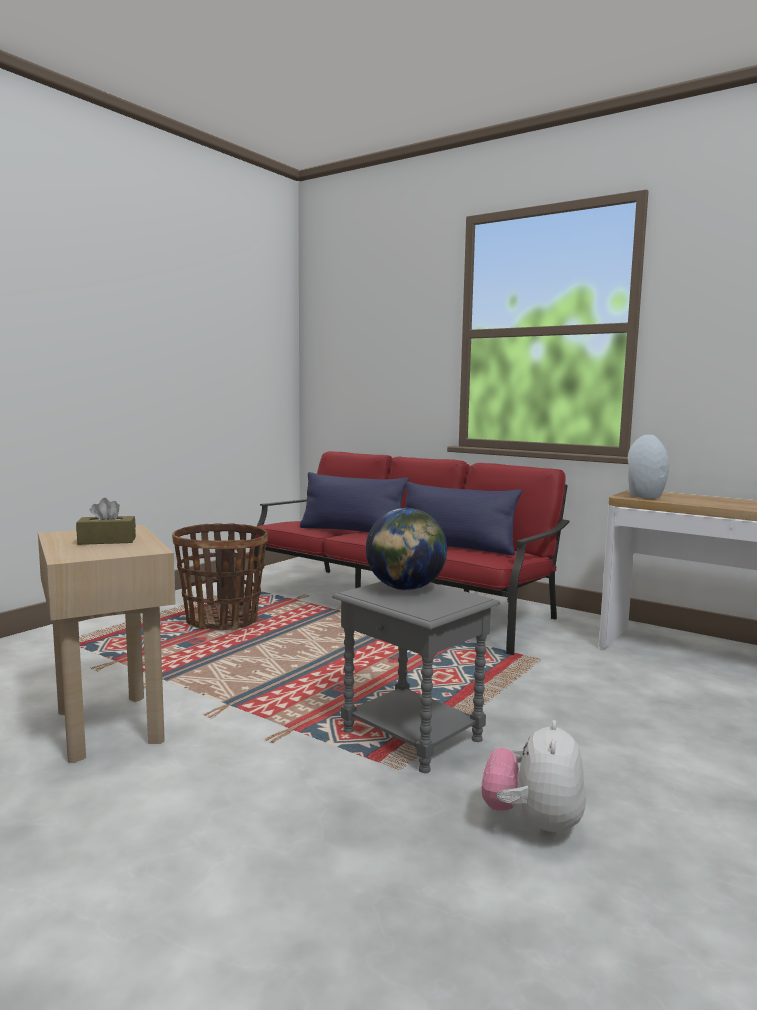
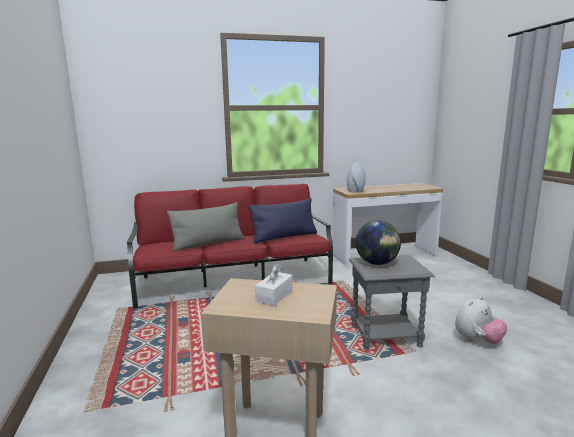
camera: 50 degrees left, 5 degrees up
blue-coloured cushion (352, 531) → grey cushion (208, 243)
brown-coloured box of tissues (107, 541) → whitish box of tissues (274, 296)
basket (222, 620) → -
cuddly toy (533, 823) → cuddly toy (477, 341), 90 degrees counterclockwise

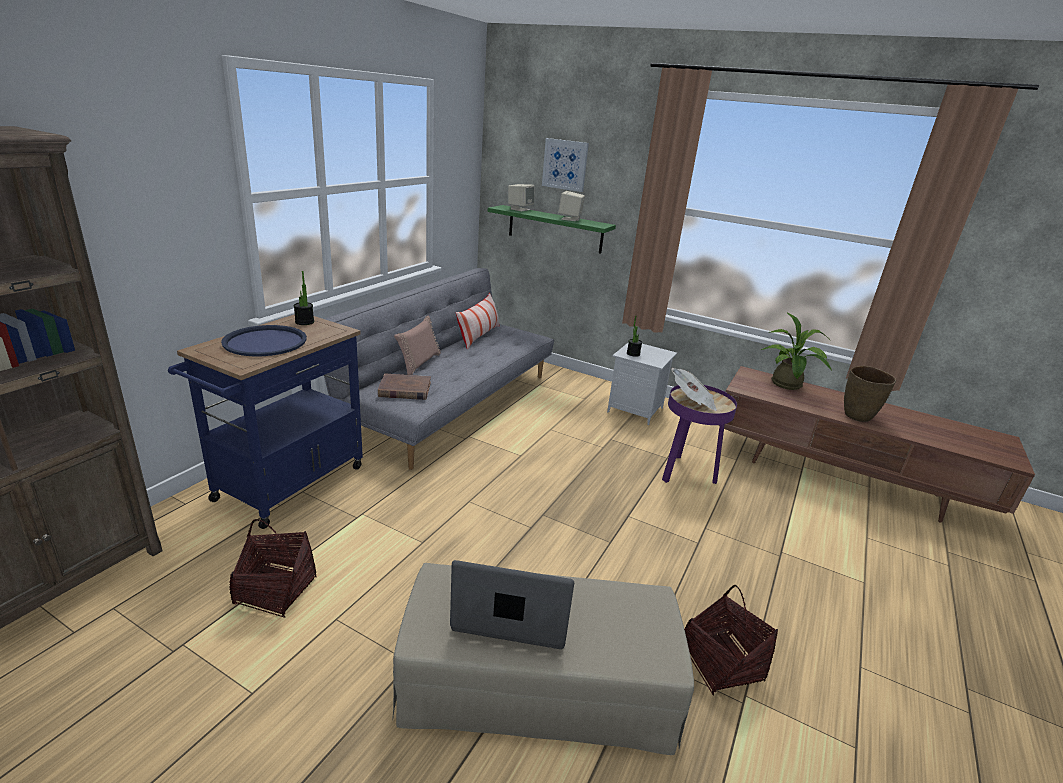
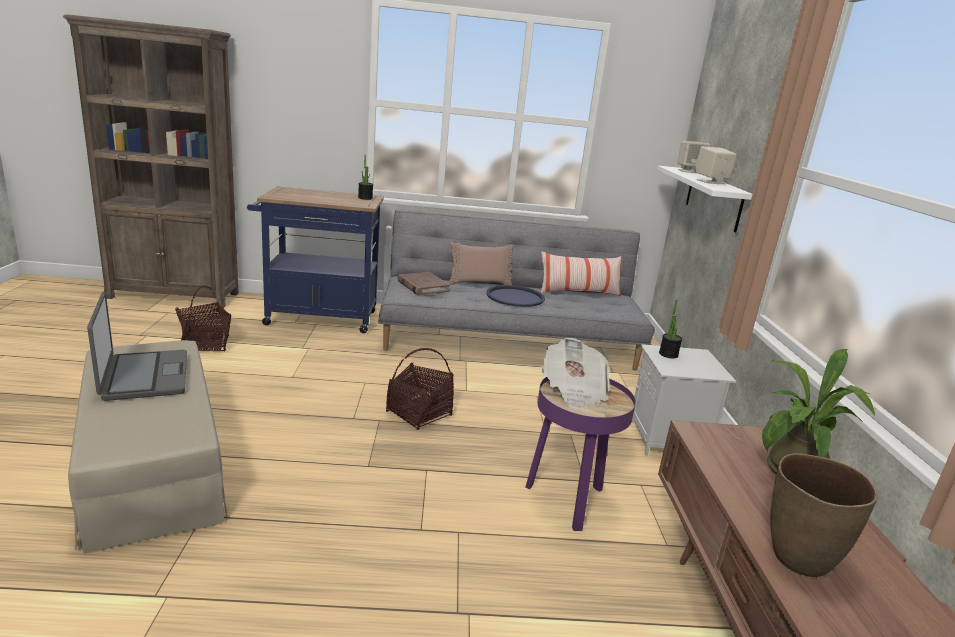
camera: 60 degrees right, 5 degrees down
wall picture (565, 164) → -
green-coloured bracket shelf (555, 229) → whitish bracket shelf (713, 198)
blue-coloured carrying tray (265, 342) → blue-coloured carrying tray (515, 297), move
basket (721, 663) → basket (419, 414), move

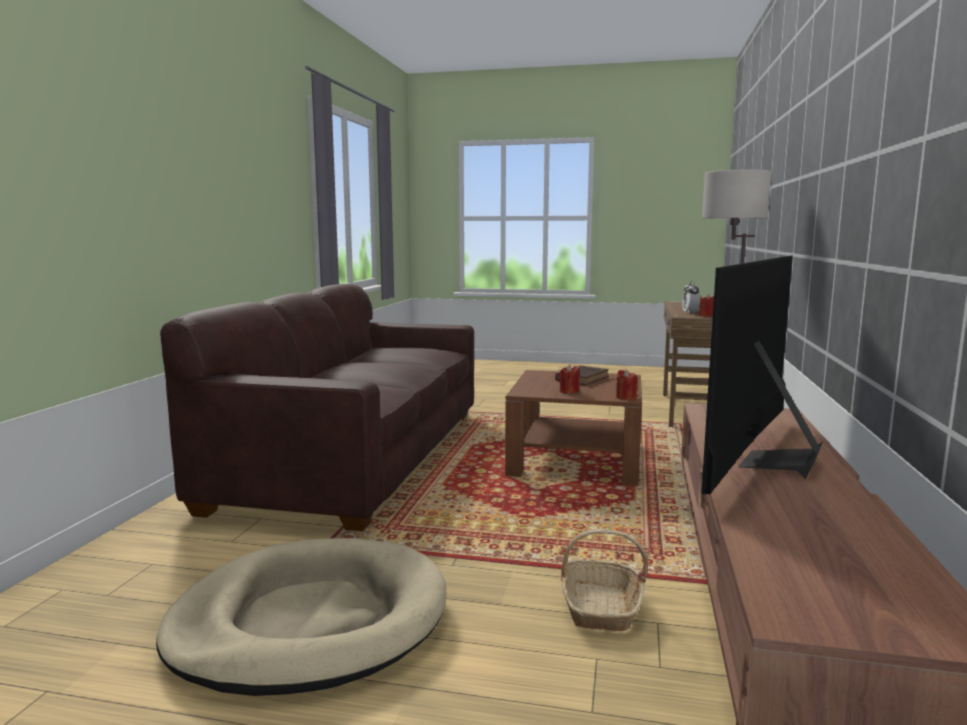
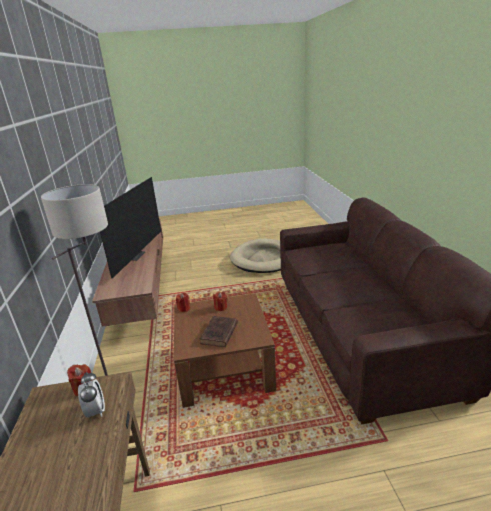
camera: 160 degrees right, 15 degrees up
basket (600, 607) → -

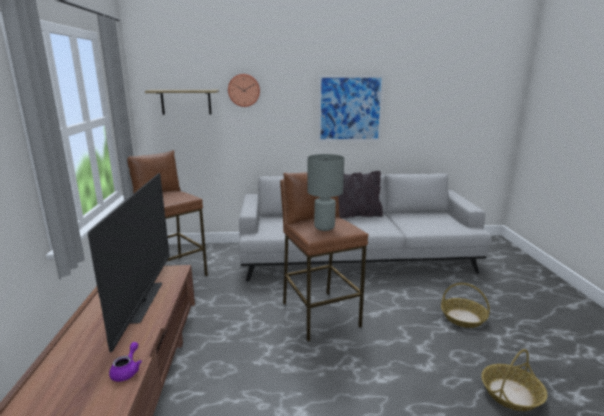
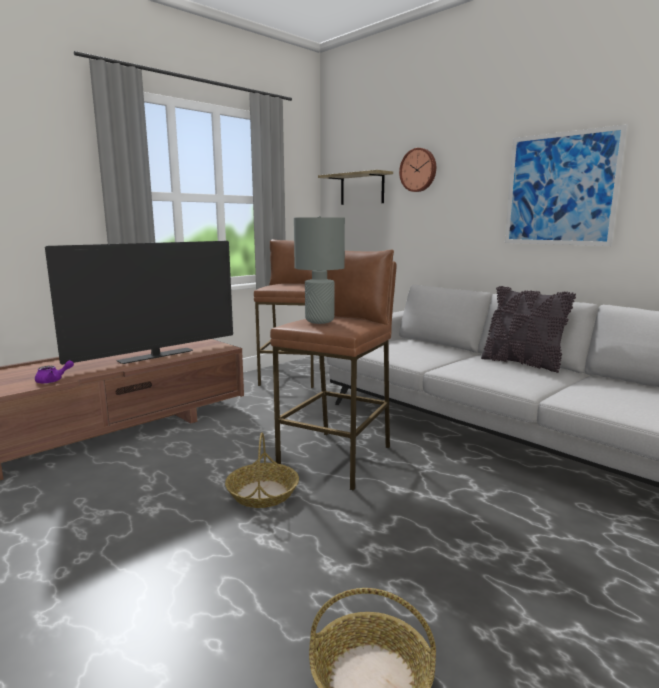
camera: 50 degrees right, 5 degrees down
basket (463, 318) → basket (263, 493), move

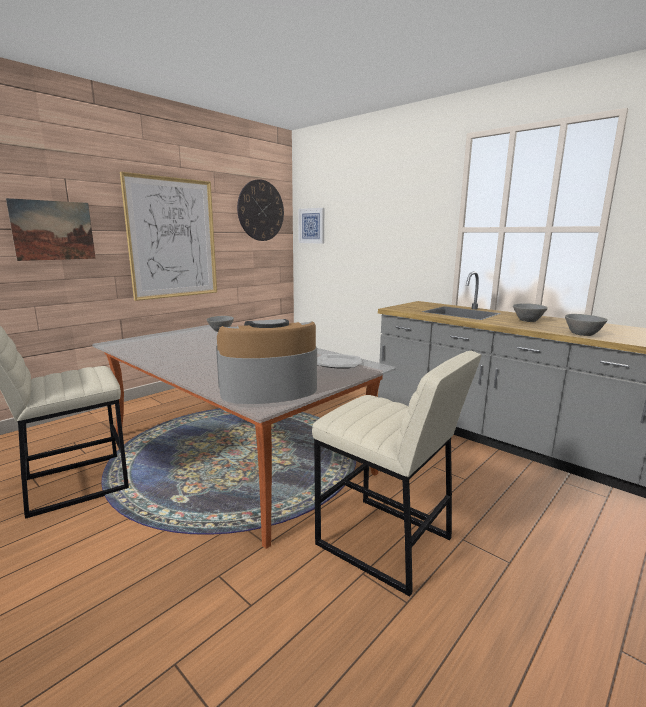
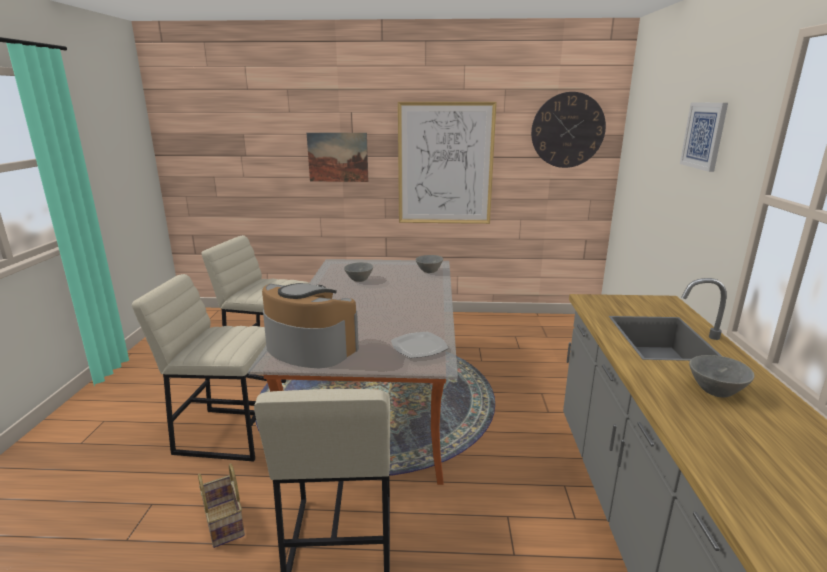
camera: 50 degrees right, 5 degrees up
wall picture (312, 226) → wall picture (704, 135), move
grey serving bowl (582, 334) → grey serving bowl (358, 279), move
- → beige-coloured plain chair (227, 433)
- → basket (225, 523)

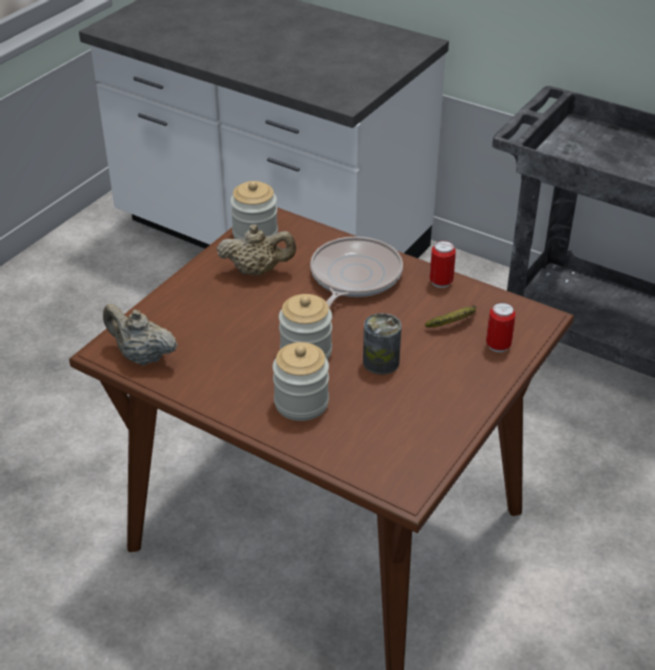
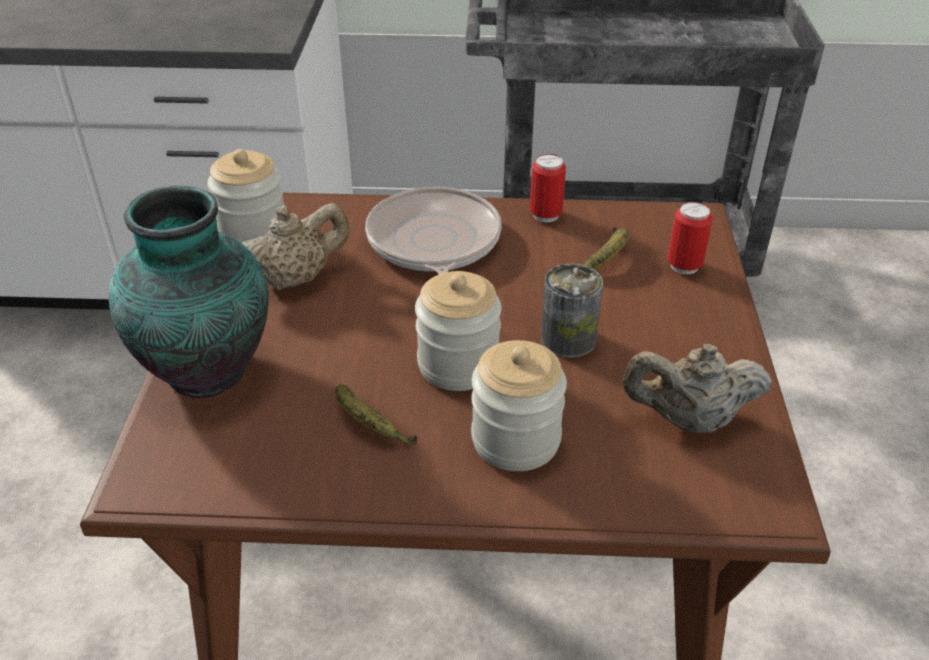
camera: 30 degrees left, 0 degrees up
beige-coloured teapot (141, 356) → beige-coloured teapot (689, 420), move
- → decorative vase (209, 368)
- → banana (369, 425)

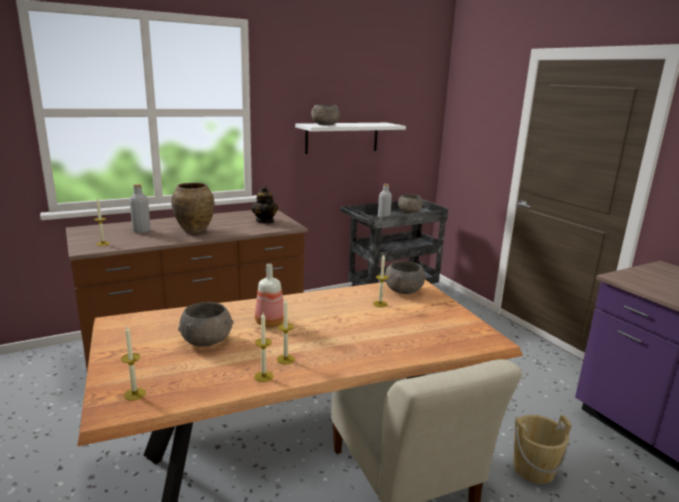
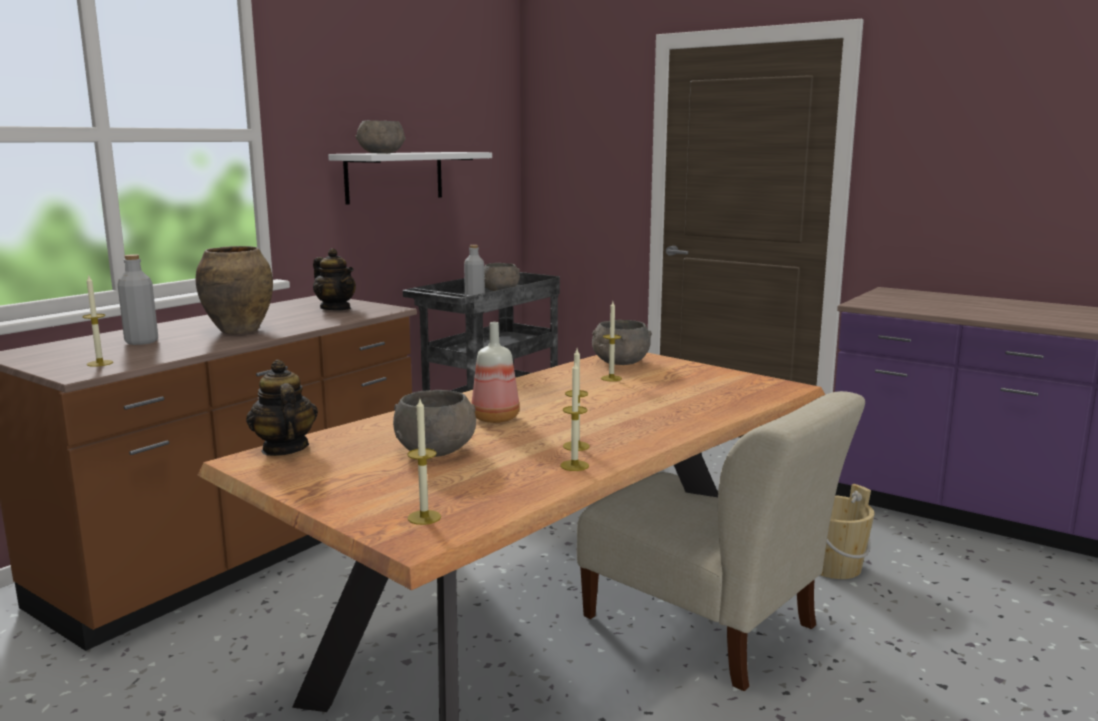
camera: 25 degrees left, 5 degrees down
- → teapot (284, 449)

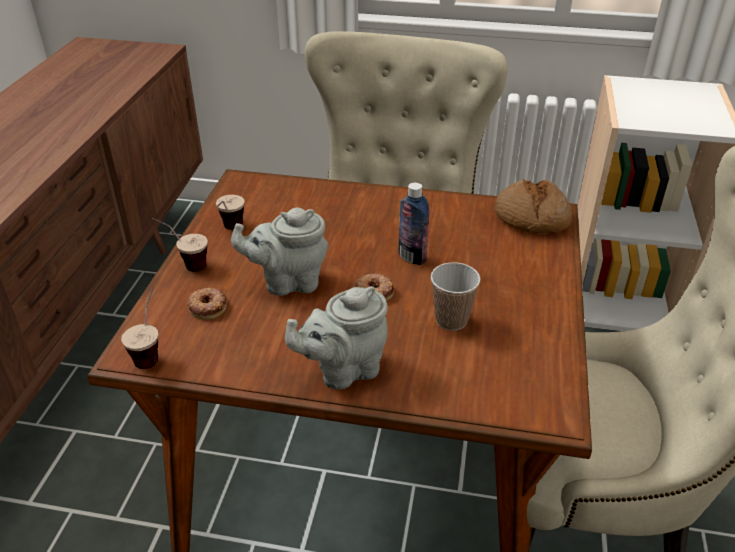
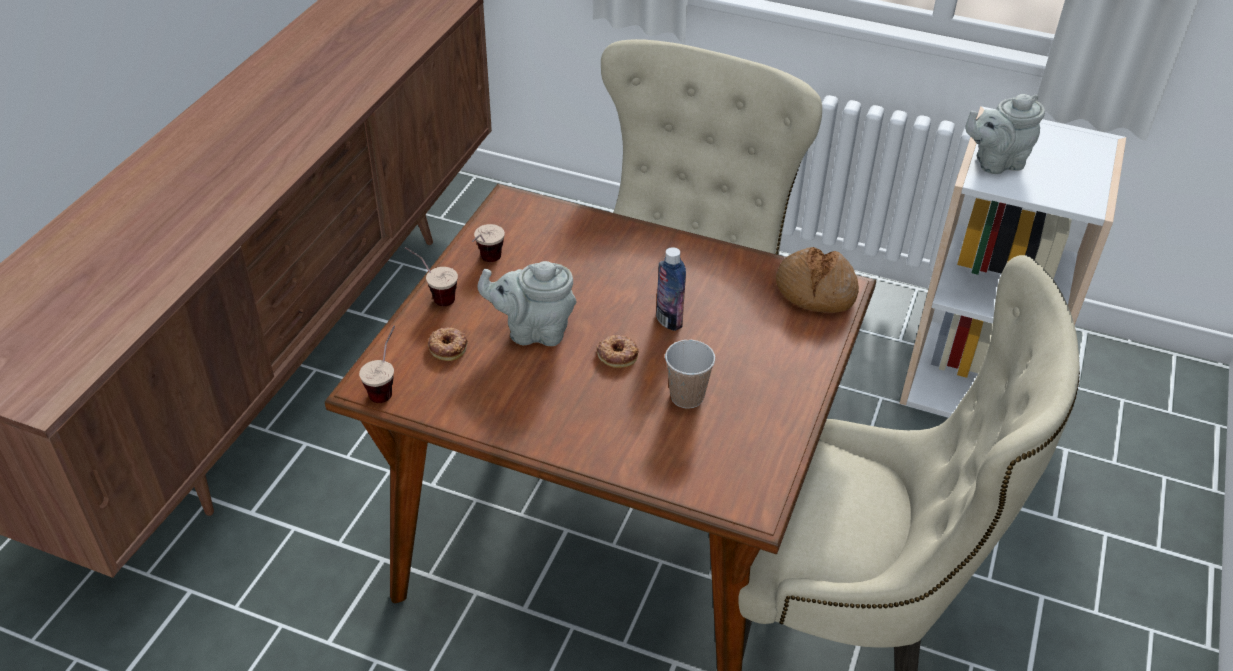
camera: 10 degrees right, 5 degrees up
grey teapot (343, 370) → grey teapot (995, 162), move

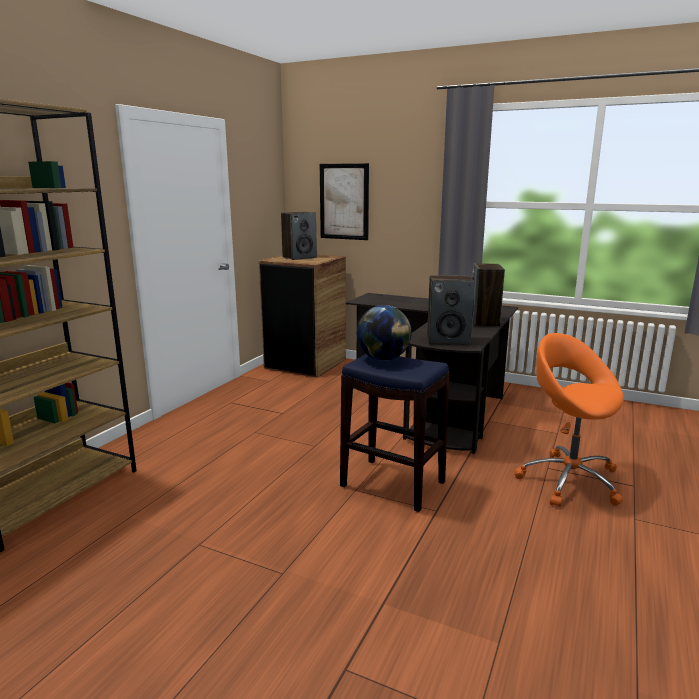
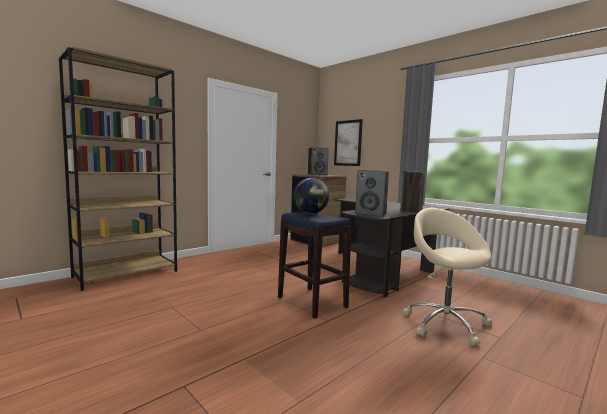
camera: 20 degrees right, 10 degrees down
orange desk chair (567, 480) → beige-coloured desk chair (444, 323)

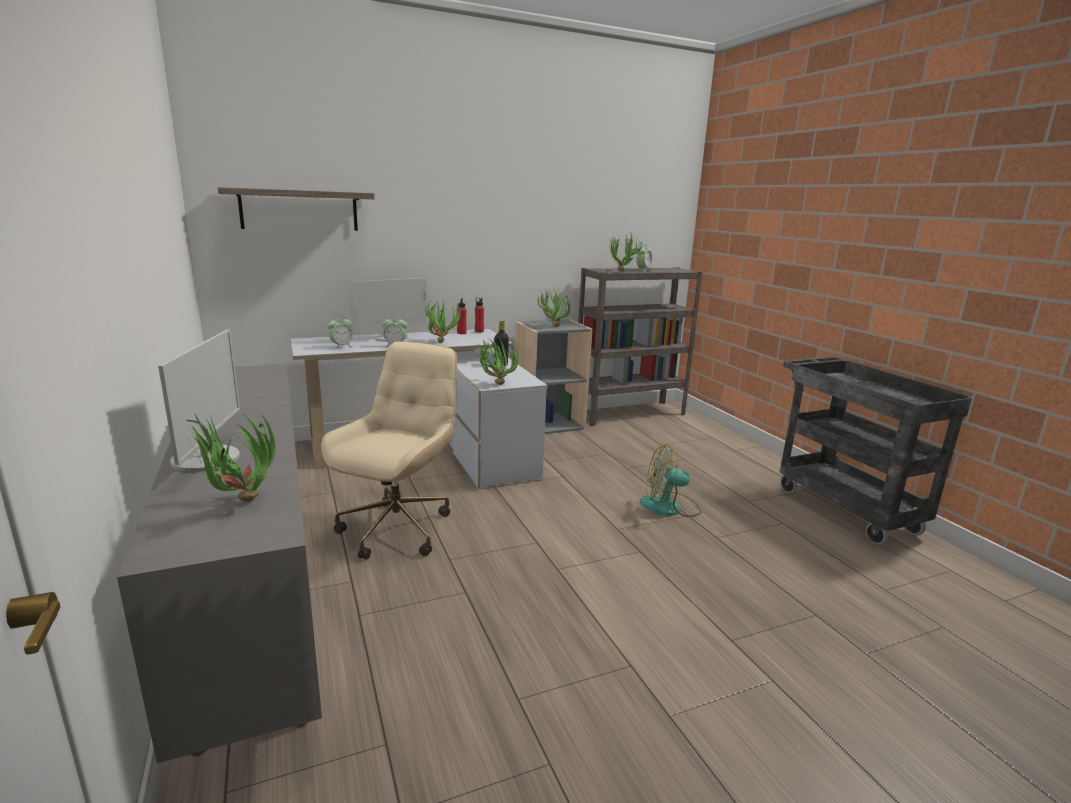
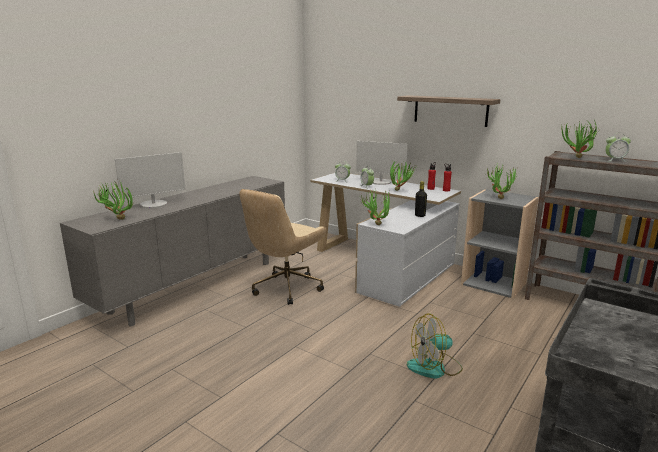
camera: 60 degrees right, 0 degrees up
bracket shelf (299, 210) → bracket shelf (450, 110), move
beige-coloured desk chair (399, 528) → beige-coloured desk chair (286, 290), 135 degrees clockwise
cooling fan (670, 507) → cooling fan (434, 367), 75 degrees counterclockwise

